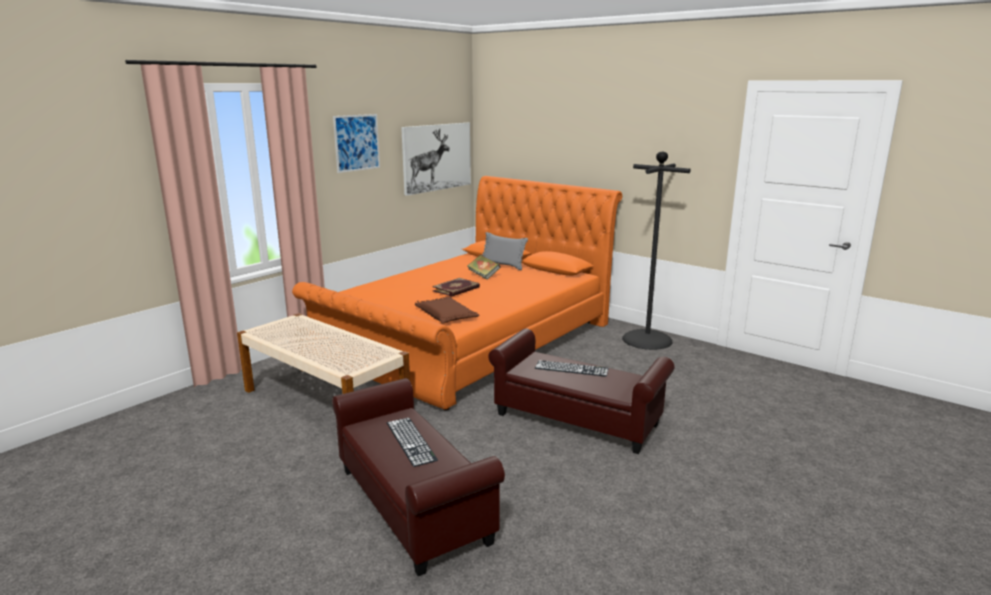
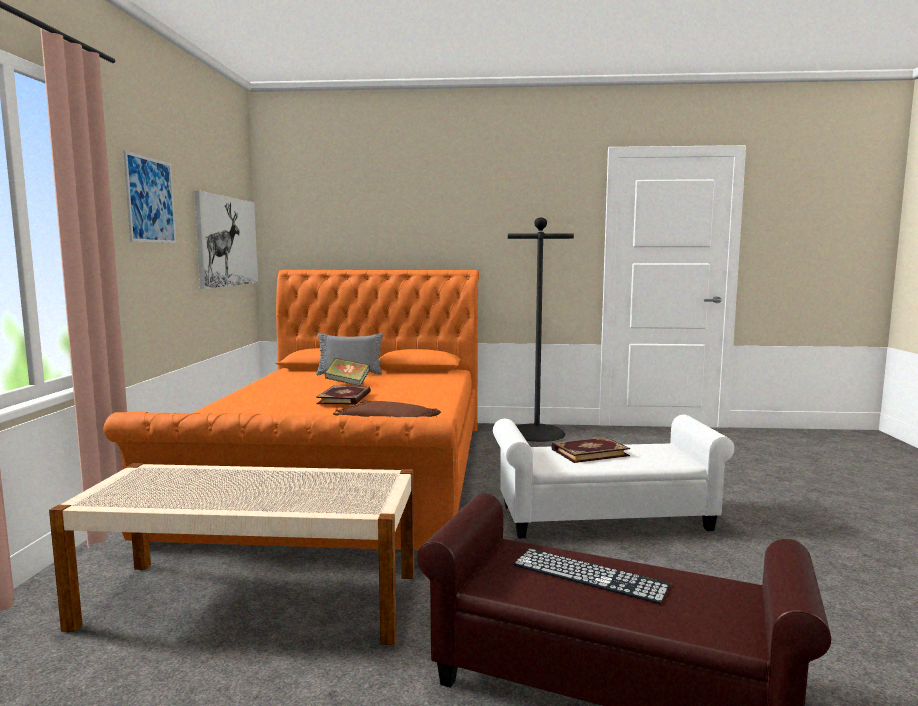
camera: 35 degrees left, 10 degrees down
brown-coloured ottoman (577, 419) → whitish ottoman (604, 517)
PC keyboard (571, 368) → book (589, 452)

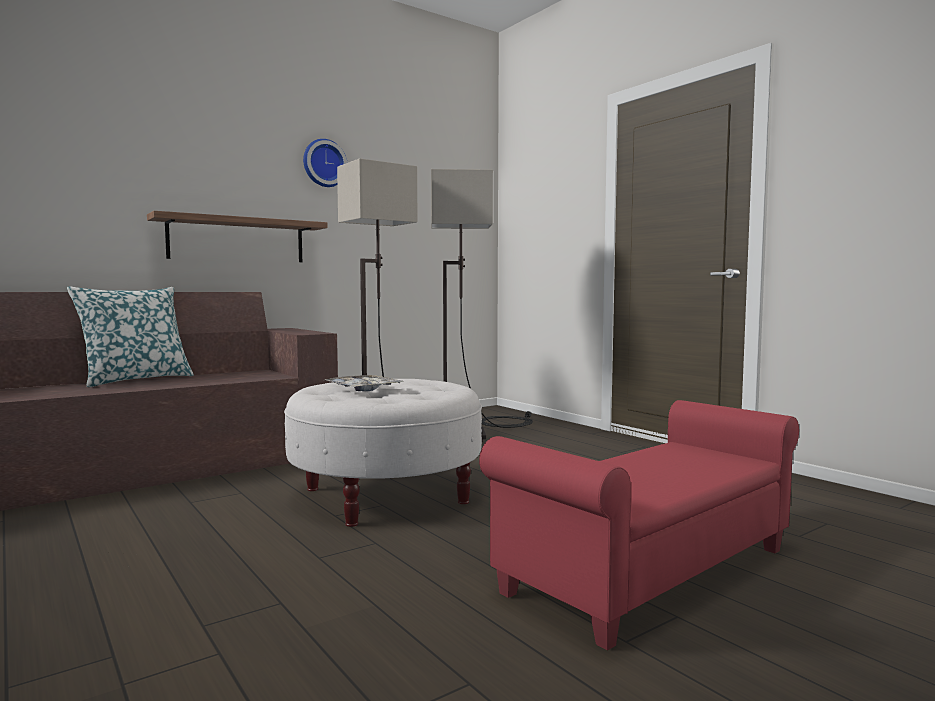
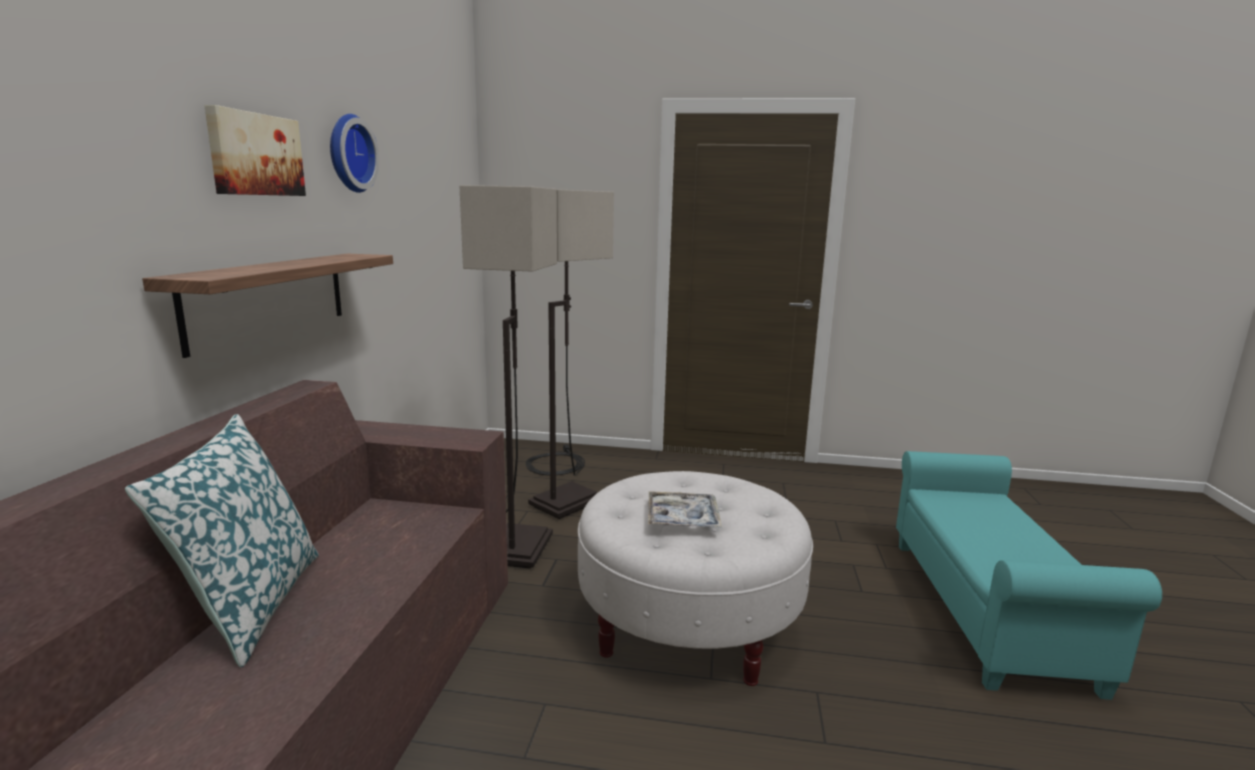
camera: 45 degrees left, 10 degrees up
red-coloured ottoman (650, 570) → turquoise-coloured ottoman (986, 609)
- → wall picture (255, 154)

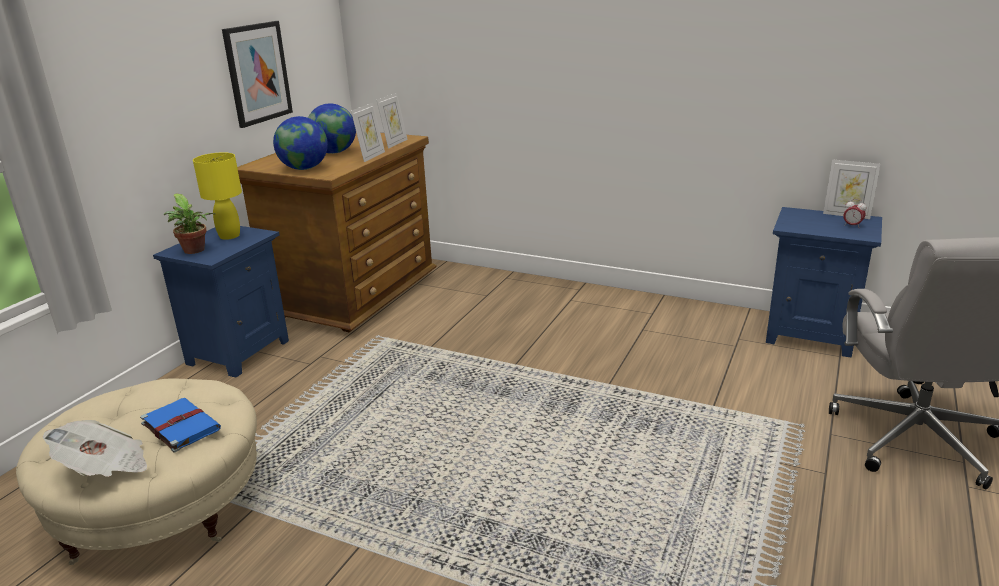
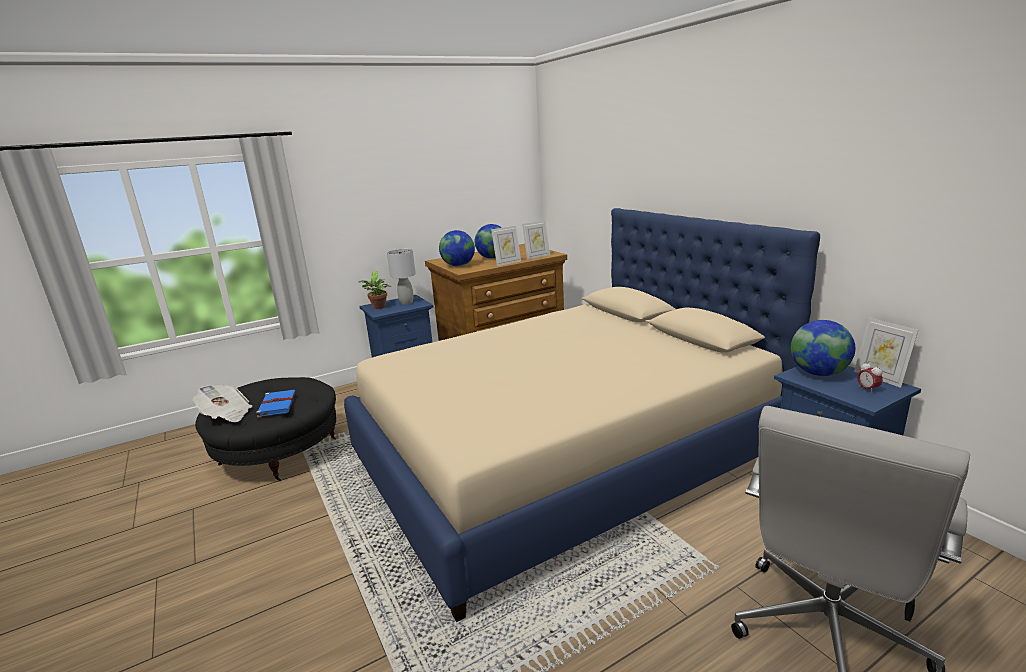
camera: 35 degrees right, 5 degrees down
wall picture (257, 73) → -
yellowish table lamp (230, 236) → grey table lamp (406, 302)
beige-coloured ottoman (162, 508) → black ottoman (279, 452)
- → beige-coloured sleeping bed (565, 455)
- → desk globe (818, 373)

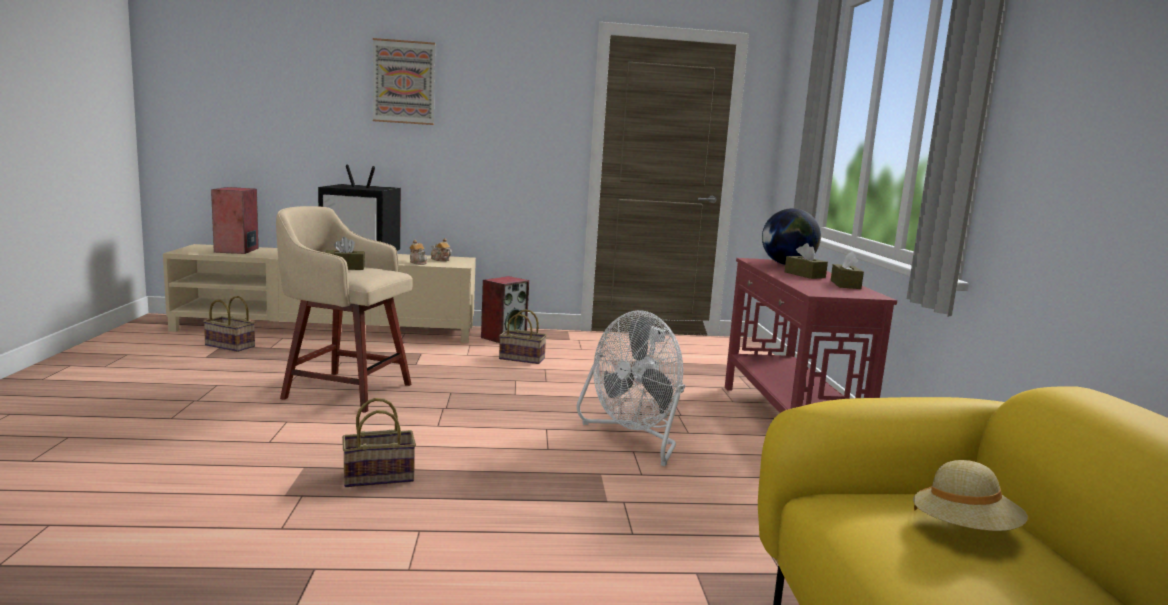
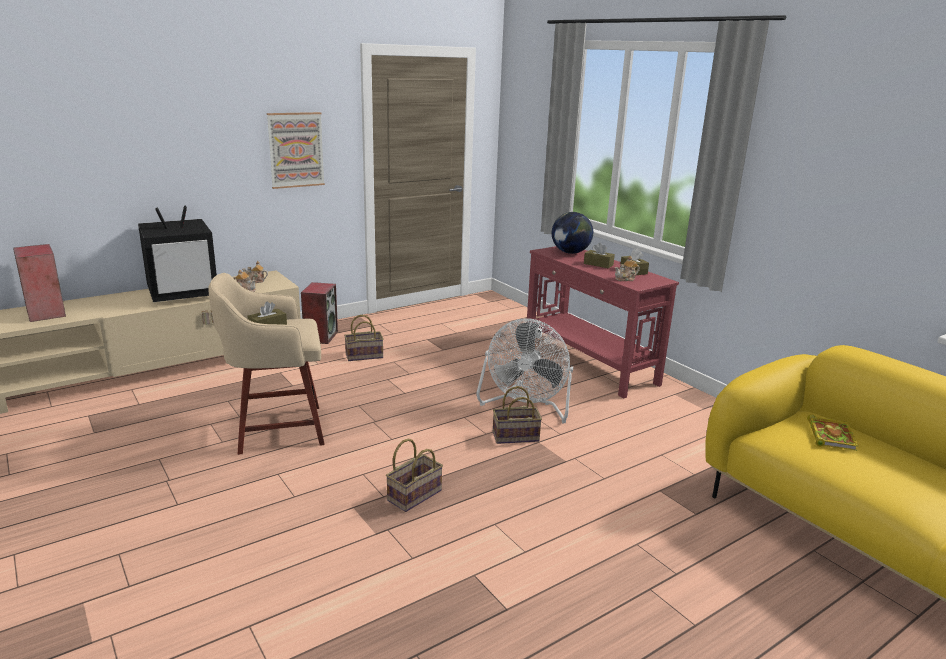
camera: 30 degrees left, 10 degrees up
wall picture (404, 82) → wall picture (296, 150), move
basket (228, 346) → basket (514, 437), move
beige-coloured wearable hat (964, 531) → book (830, 435)
- → teapot (626, 279)

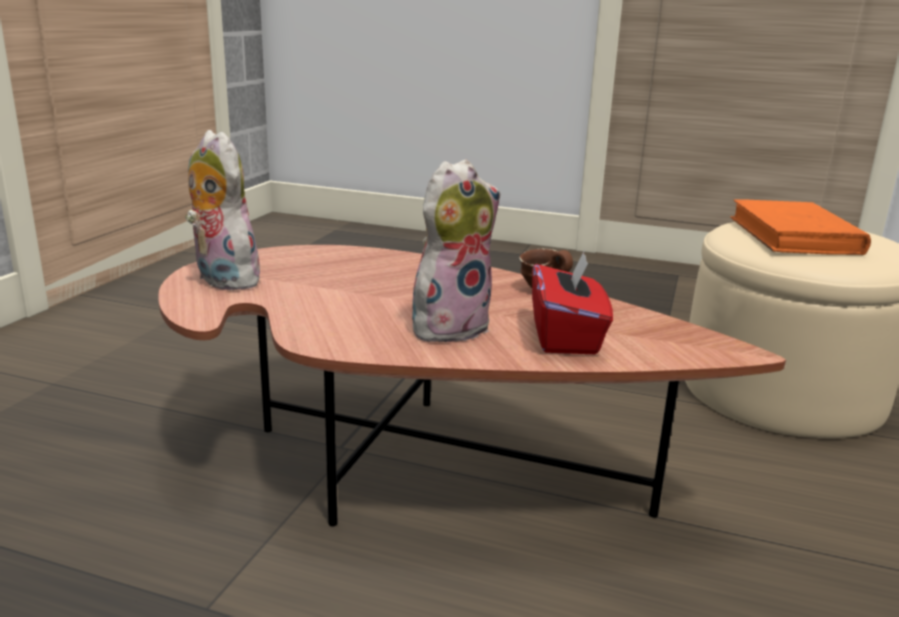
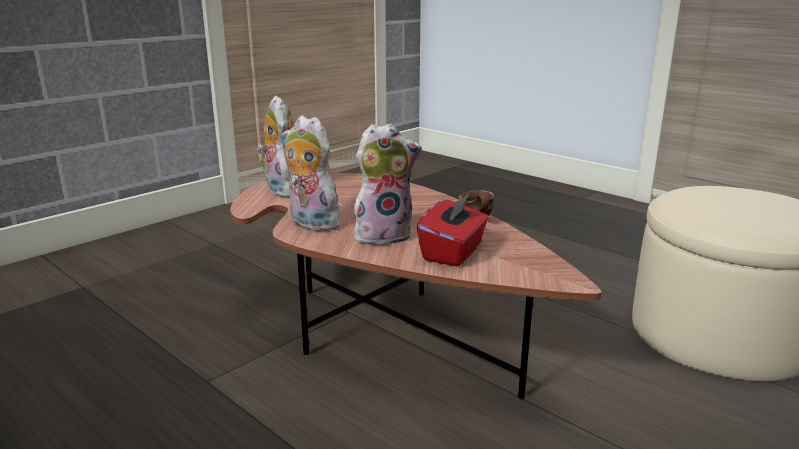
camera: 25 degrees right, 0 degrees up
orange book (793, 235) → -
- → cuddly toy (310, 224)

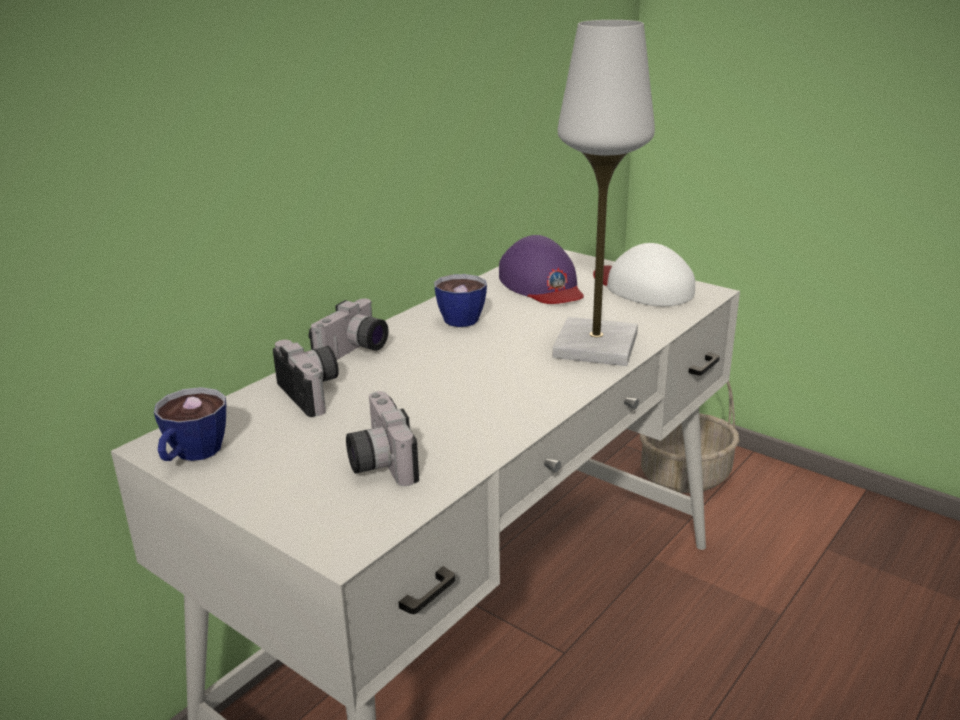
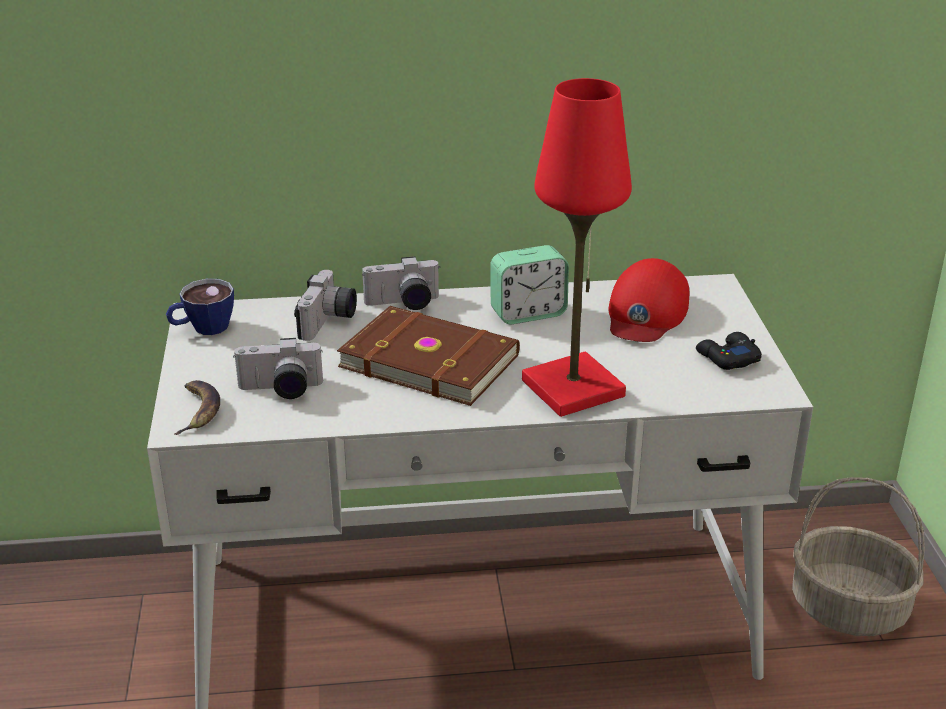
camera: 45 degrees right, 5 degrees up
whitish table lamp (595, 346) → red-coloured table lamp (573, 388)
purple baseball cap (542, 284) → red-coloured baseball cap (646, 313)
whitish baseball cap (642, 287) → black gamepad (727, 357)
cup (465, 317) → table clock (528, 313)
still camera (378, 462) → still camera (280, 390), 120 degrees counterclockwise
- → brown-coloured book (429, 359)
- → banana (198, 410)

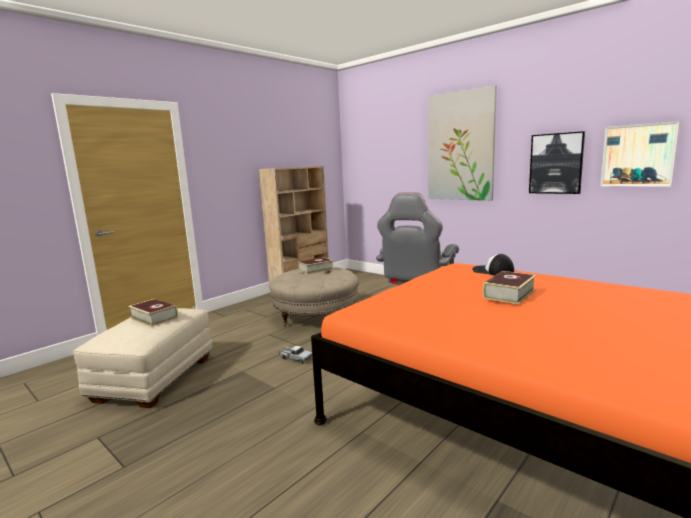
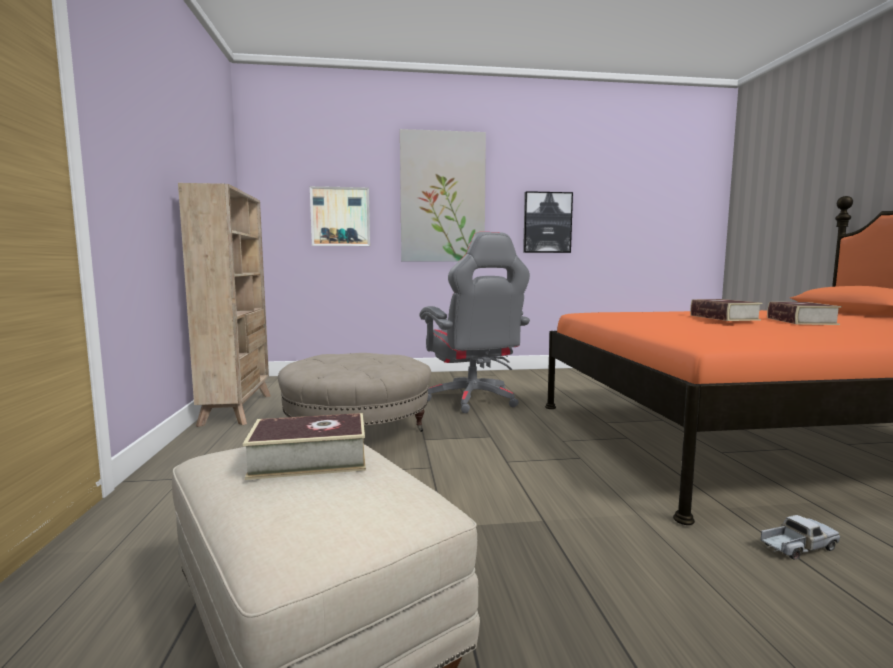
camera: 50 degrees left, 5 degrees down
wall picture (638, 155) → wall picture (340, 217), move
baseball cap (492, 271) → -
book (315, 269) → book (800, 321), move
model truck (295, 358) → model truck (797, 547), move

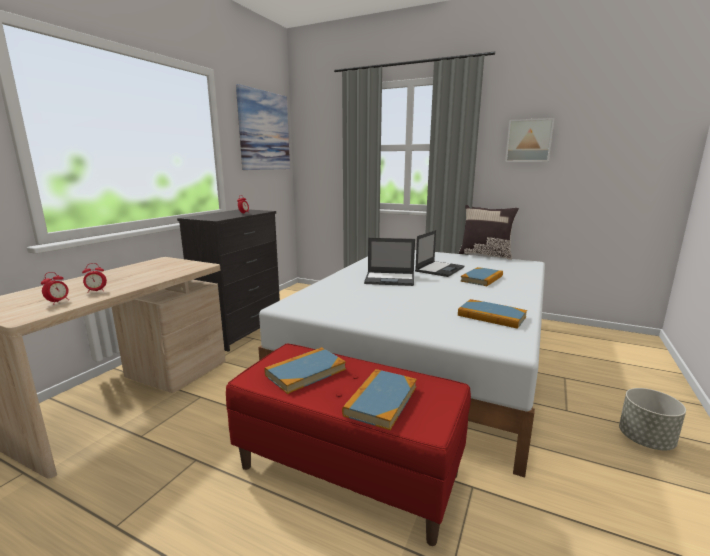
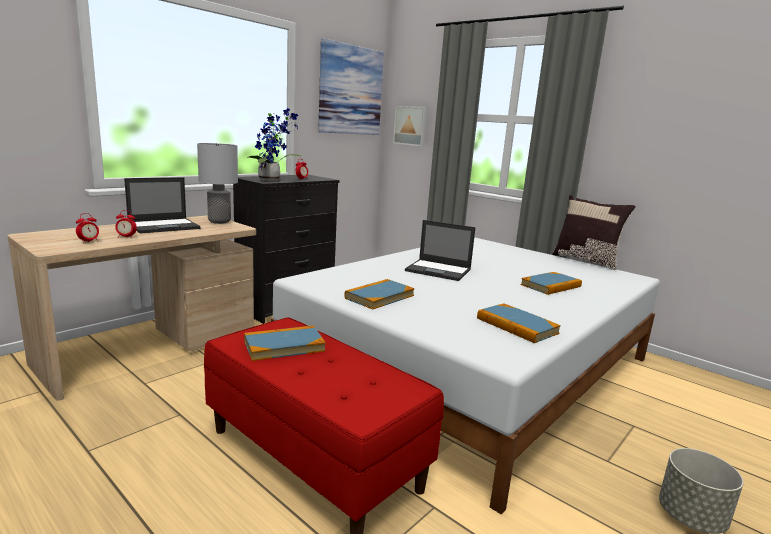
camera: 15 degrees right, 0 degrees up
wall picture (529, 140) → wall picture (411, 126), move
portable computer (440, 269) → portable computer (165, 226), move
book (381, 400) → book (379, 297), move
- → plant in a pot (272, 180)
- → grey table lamp (219, 222)

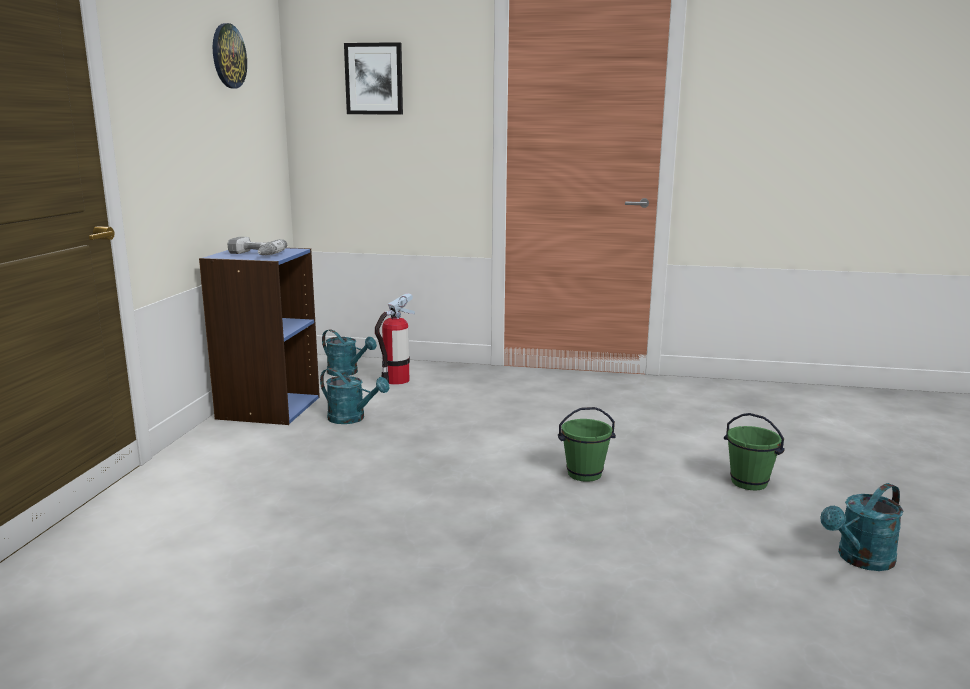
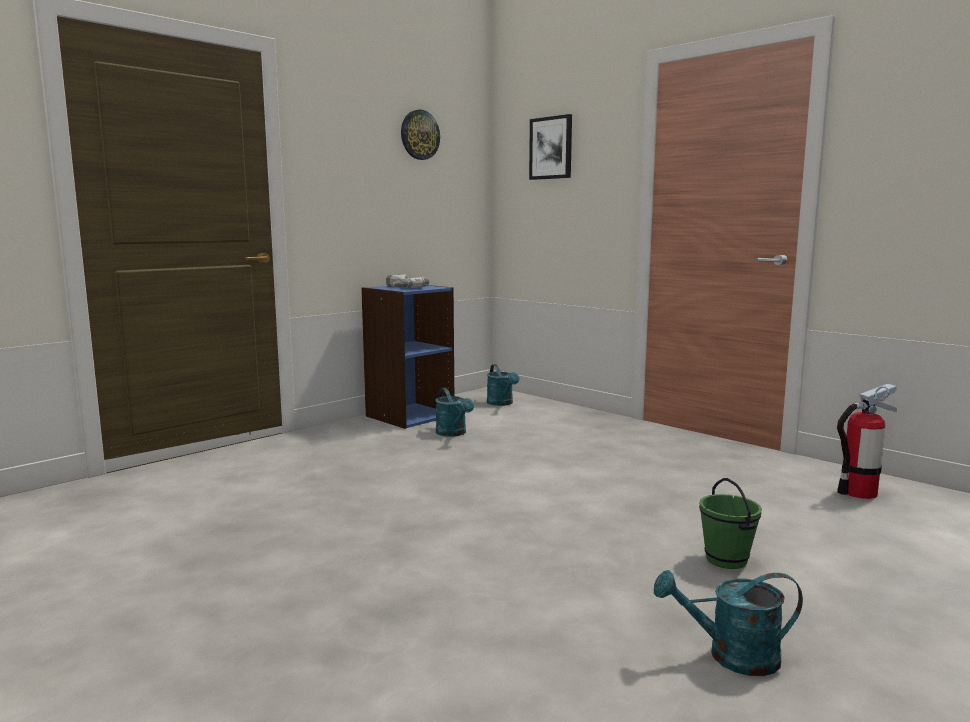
camera: 35 degrees right, 5 degrees down
fire extinguisher (396, 380) → fire extinguisher (858, 492), move
green-coloured water bucket (584, 474) → -

